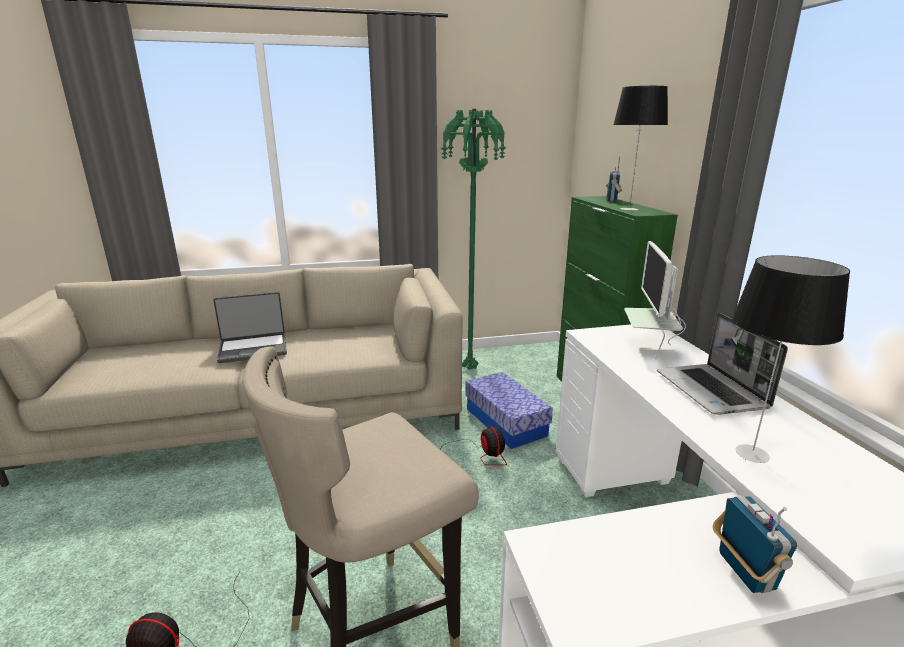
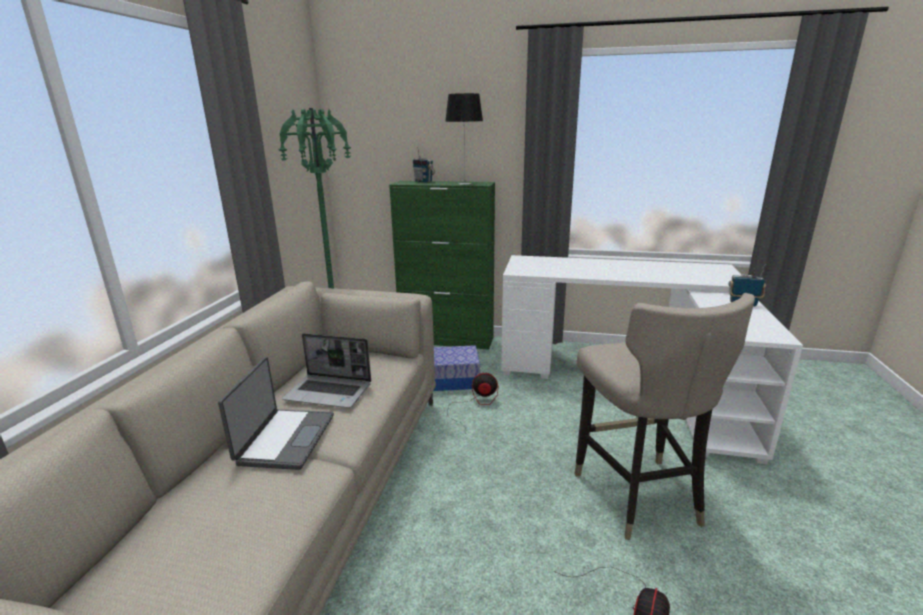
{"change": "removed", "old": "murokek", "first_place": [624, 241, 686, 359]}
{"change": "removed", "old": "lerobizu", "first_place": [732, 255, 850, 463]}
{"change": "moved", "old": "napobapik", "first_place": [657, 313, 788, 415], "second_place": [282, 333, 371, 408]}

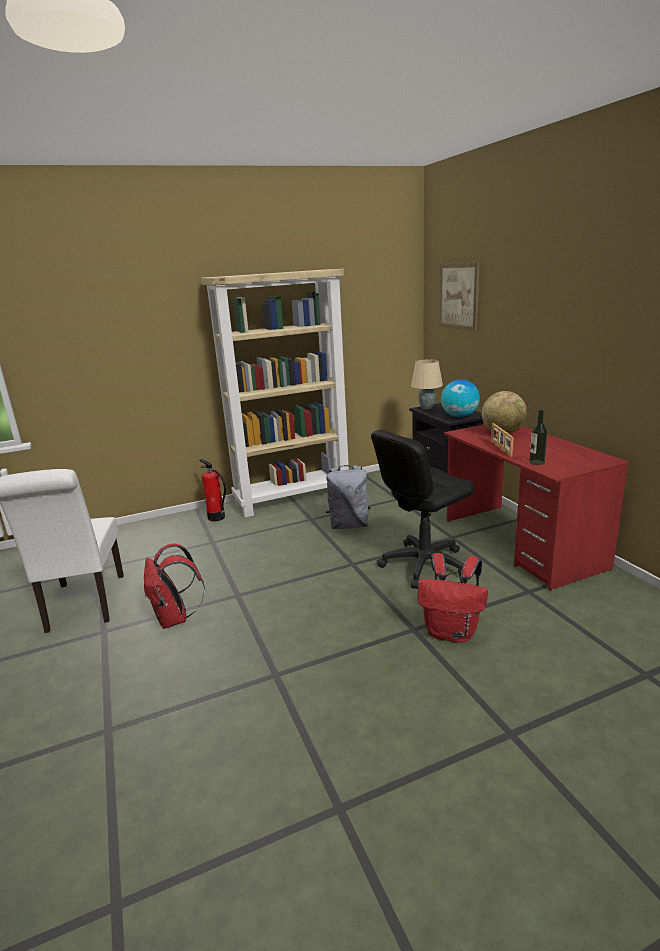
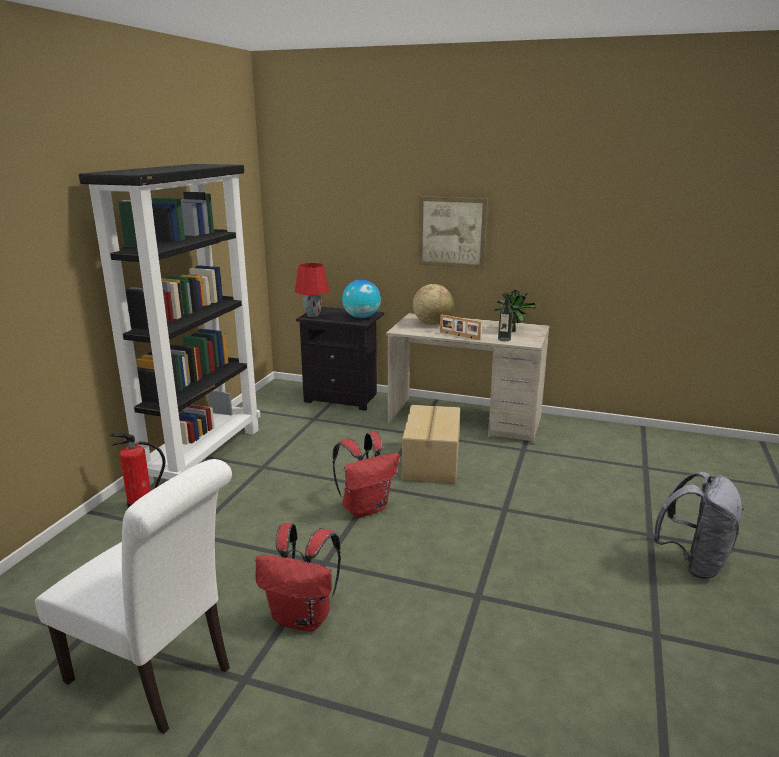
{"change": "added", "new": "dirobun", "second_place": [495, 290, 536, 332]}
{"change": "moved", "old": "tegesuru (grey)", "first_place": [326, 465, 371, 529], "second_place": [652, 472, 744, 579]}
{"change": "moved", "old": "tegesuru (red)", "first_place": [418, 553, 488, 643], "second_place": [333, 432, 399, 518]}
{"change": "moved", "old": "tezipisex", "first_place": [439, 263, 479, 331], "second_place": [418, 196, 488, 269]}
{"change": "replaced", "old": "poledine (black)", "new": "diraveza", "first_place": [371, 430, 475, 589], "second_place": [402, 405, 460, 484]}
{"change": "recoloured", "old": "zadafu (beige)", "new": "zadafu (black)", "first_place": [201, 269, 349, 518], "second_place": [79, 164, 260, 485]}
{"change": "recoloured", "old": "lerobizu (beige)", "new": "lerobizu (red)", "first_place": [411, 360, 443, 409], "second_place": [295, 263, 329, 317]}
{"change": "recoloured", "old": "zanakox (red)", "new": "zanakox (beige)", "first_place": [444, 425, 630, 590], "second_place": [386, 313, 550, 443]}

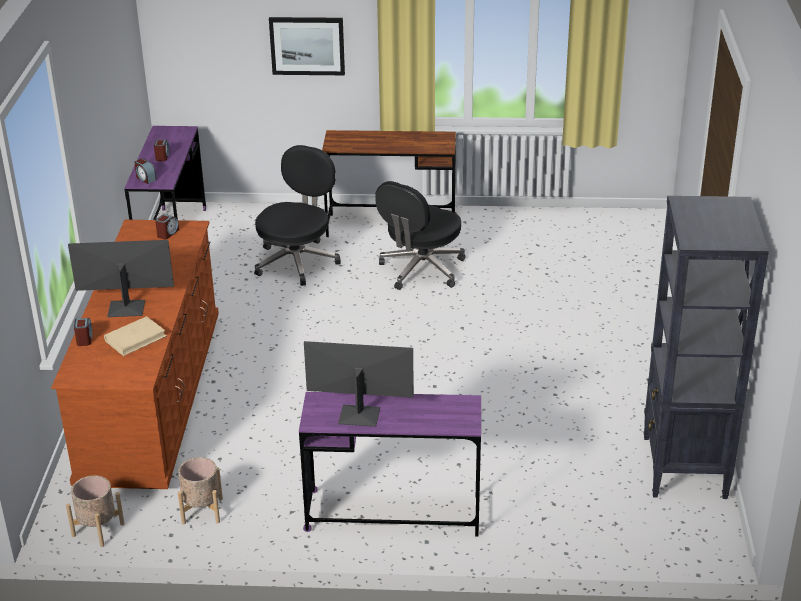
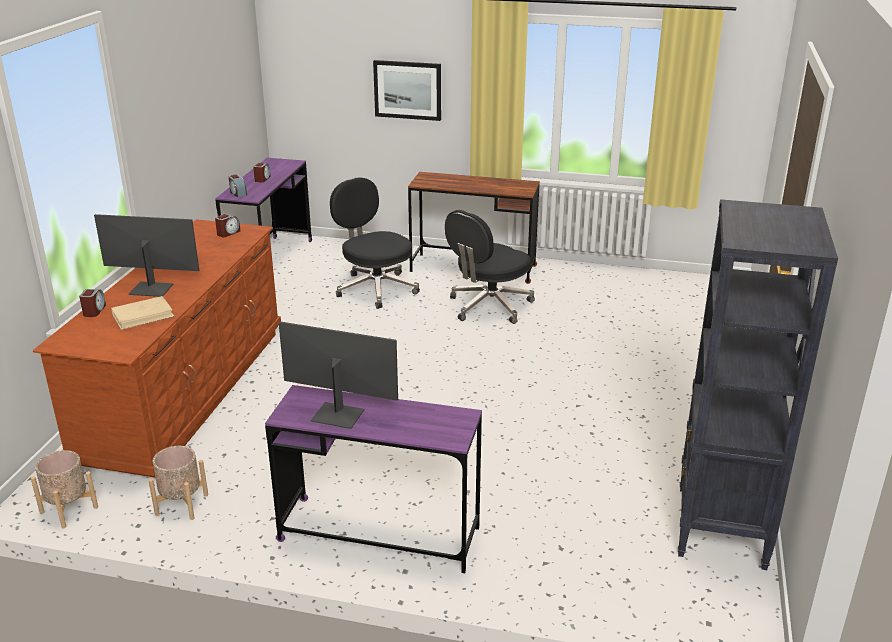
{"change": "turned", "old": "poledine (black)", "first_place": [254, 145, 341, 286], "second_place": [330, 177, 420, 309], "degrees": -75}

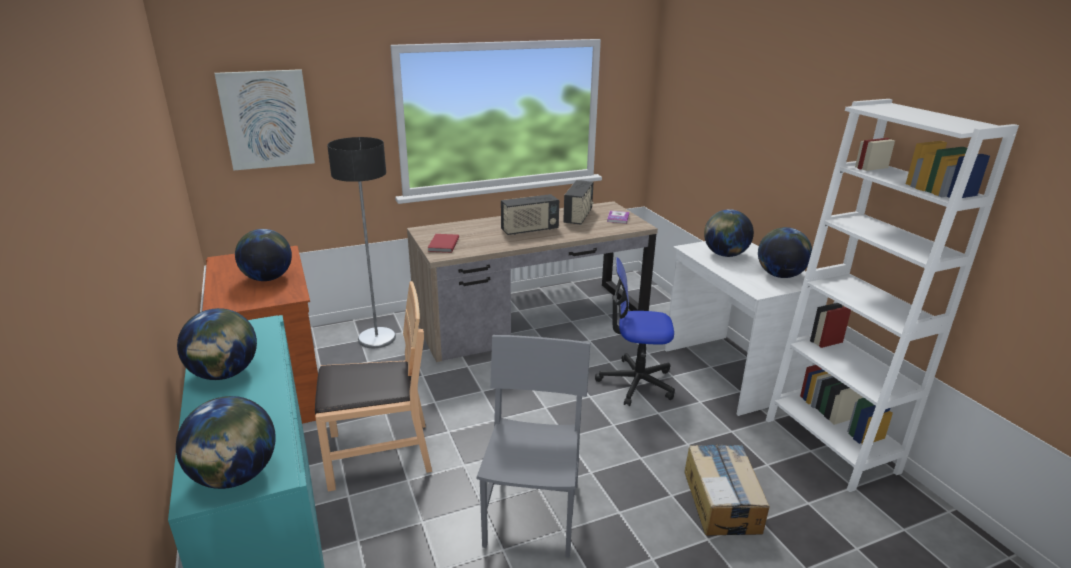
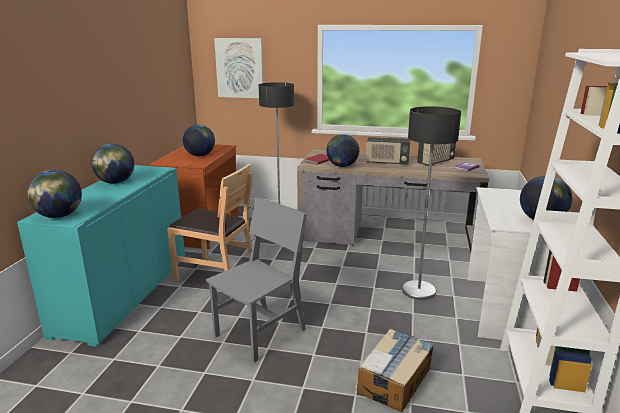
{"change": "moved", "old": "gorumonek", "first_place": [704, 209, 754, 257], "second_place": [326, 134, 359, 167]}
{"change": "replaced", "old": "poledine", "new": "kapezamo", "first_place": [595, 257, 675, 406], "second_place": [402, 106, 461, 300]}

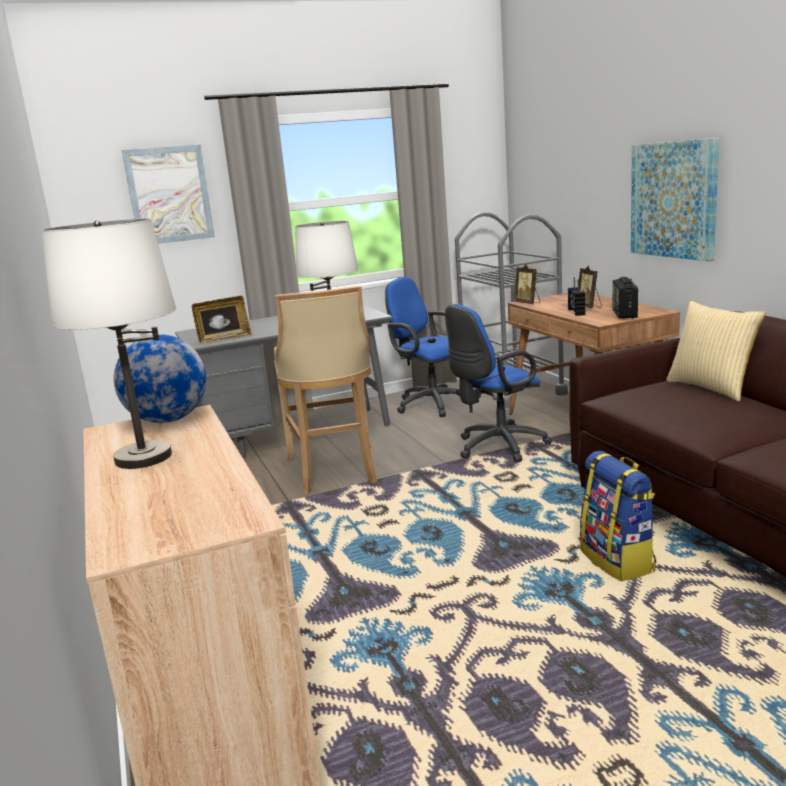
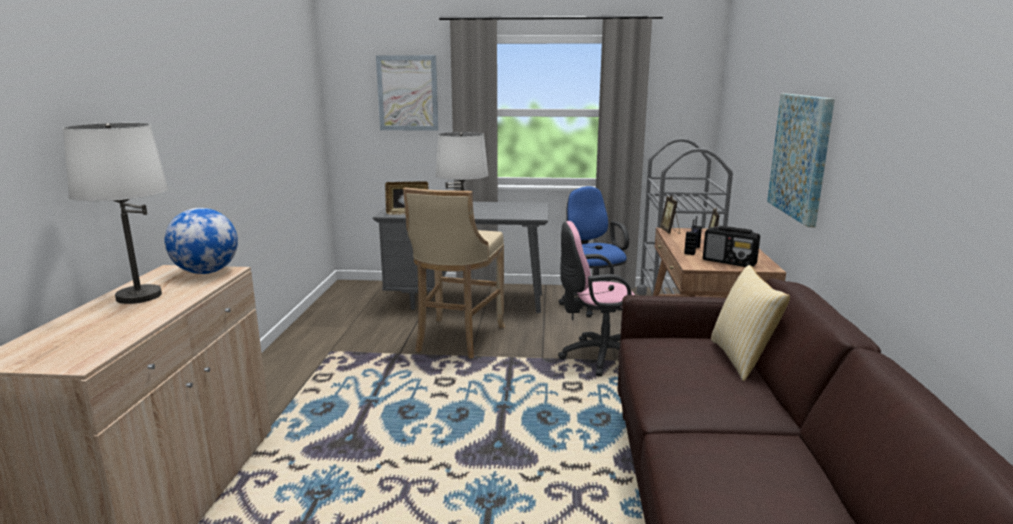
{"change": "removed", "old": "tegesuru", "first_place": [580, 451, 656, 581]}
{"change": "recoloured", "old": "poledine (blue)", "new": "poledine (pink)", "first_place": [445, 304, 552, 462], "second_place": [558, 221, 635, 376]}
{"change": "turned", "old": "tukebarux", "first_place": [613, 277, 638, 319], "second_place": [703, 226, 760, 267], "degrees": -90}

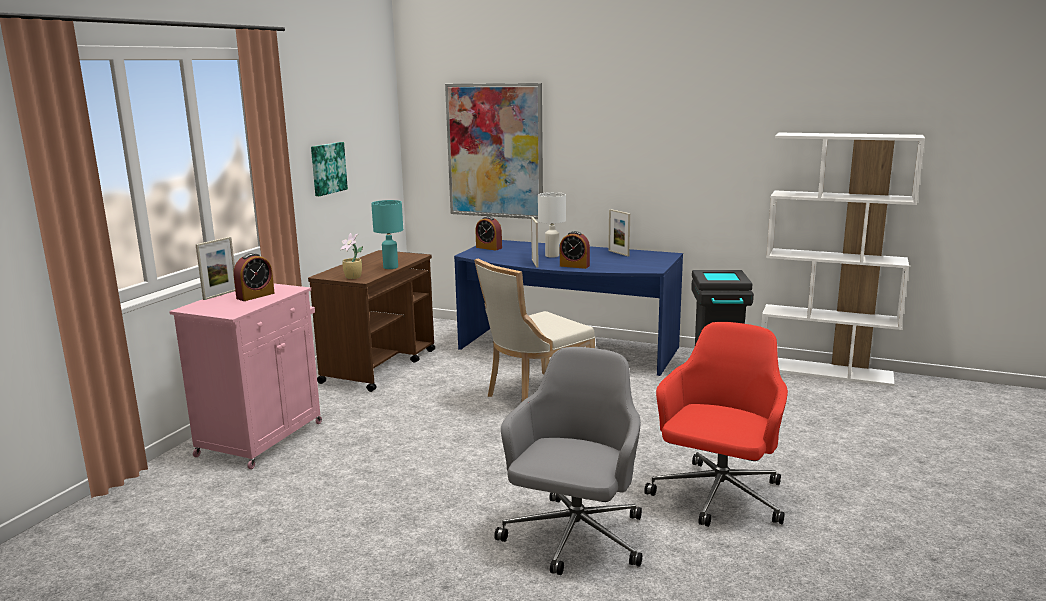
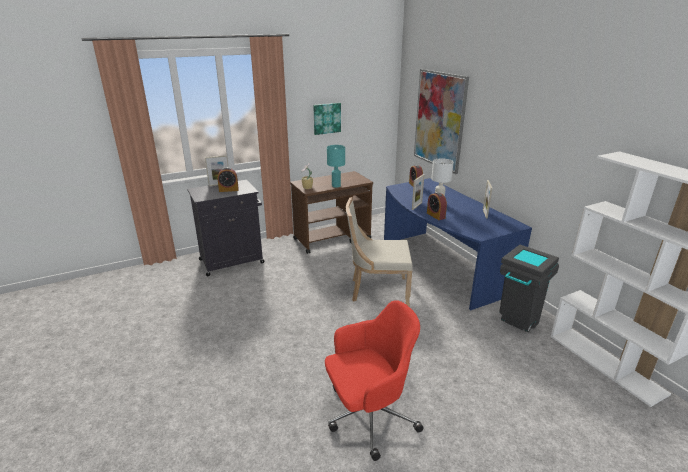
{"change": "removed", "old": "poledine (grey)", "first_place": [494, 347, 642, 575]}
{"change": "recoloured", "old": "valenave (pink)", "new": "valenave (black)", "first_place": [169, 284, 322, 469], "second_place": [187, 180, 264, 276]}

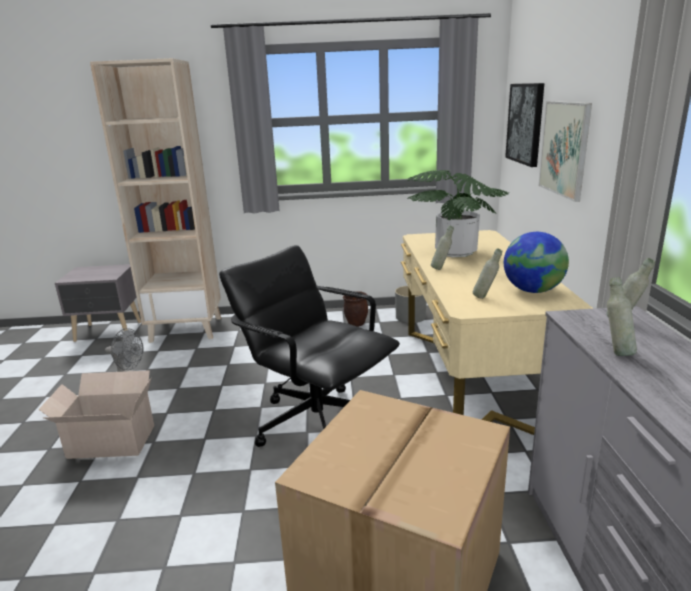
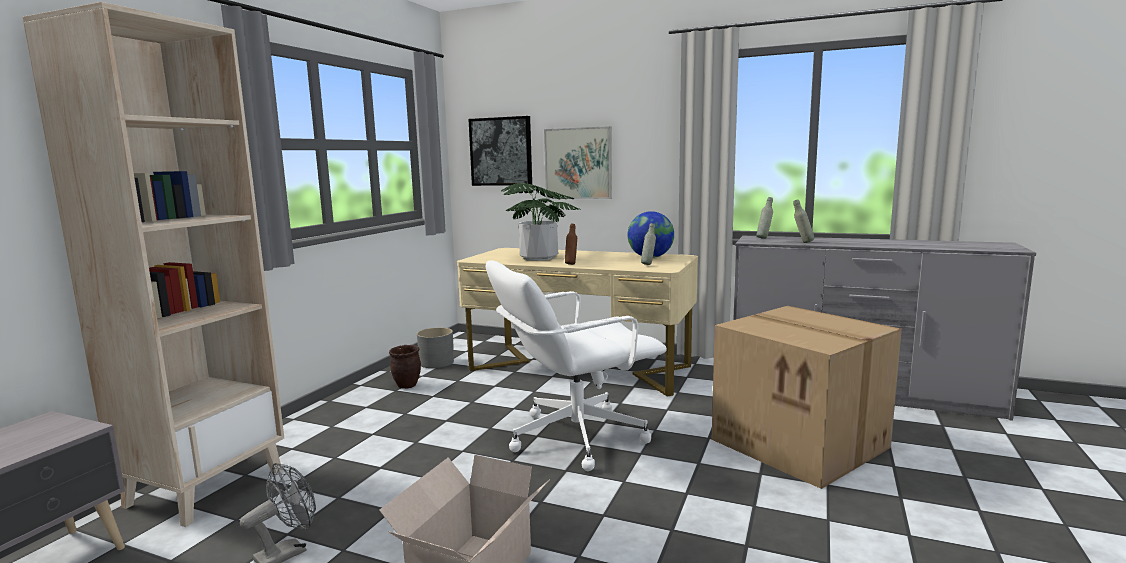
{"change": "recoloured", "old": "poledine (black)", "new": "poledine (white)", "first_place": [219, 245, 400, 447], "second_place": [486, 260, 667, 471]}
{"change": "recoloured", "old": "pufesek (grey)", "new": "pufesek (brown)", "first_place": [431, 225, 454, 270], "second_place": [565, 224, 577, 265]}

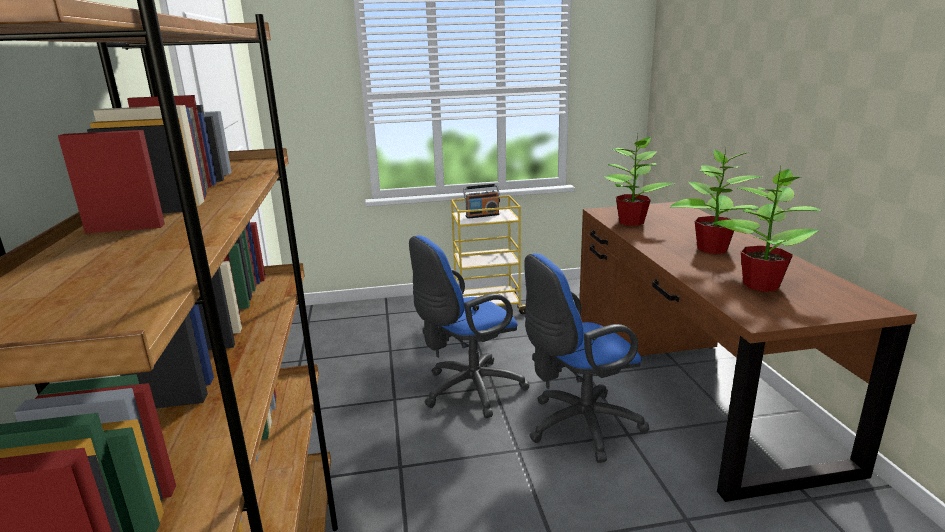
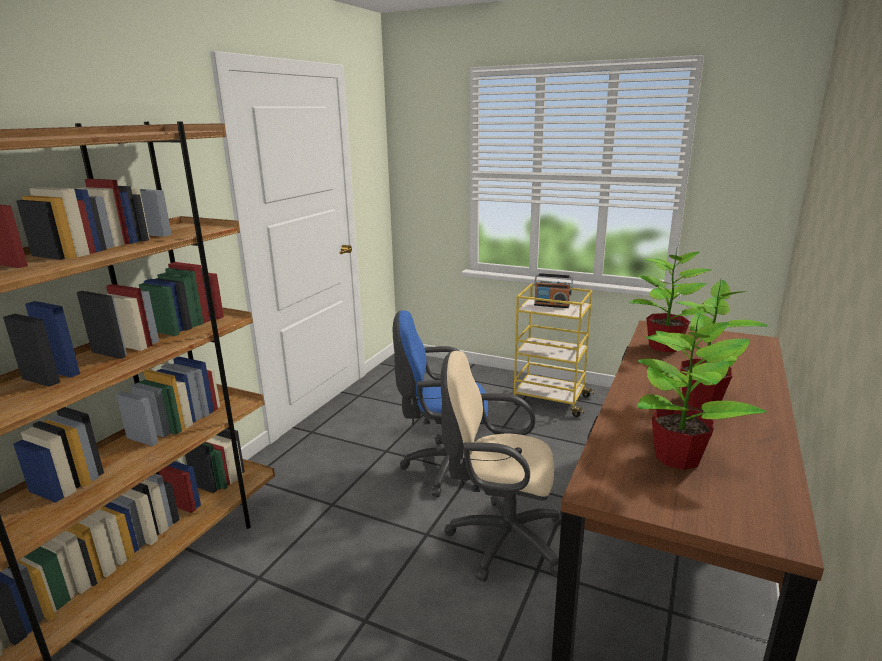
{"change": "recoloured", "old": "poledine (blue)", "new": "poledine (beige)", "first_place": [524, 253, 649, 463], "second_place": [441, 351, 562, 582]}

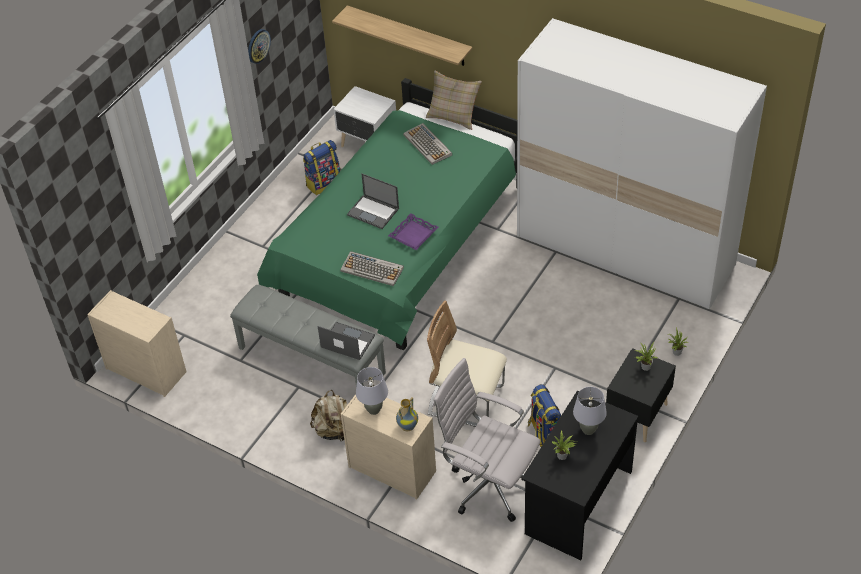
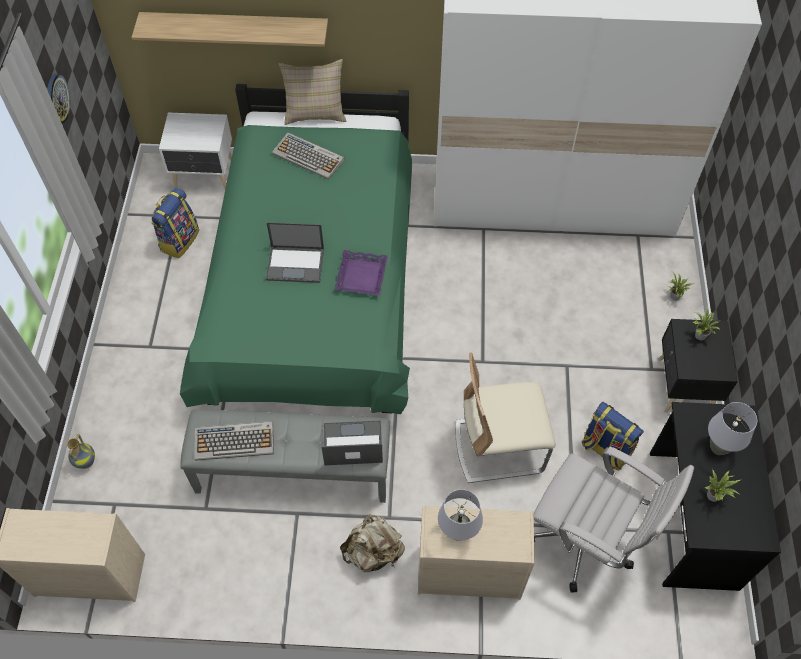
{"change": "moved", "old": "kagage", "first_place": [340, 251, 404, 286], "second_place": [194, 421, 274, 461]}
{"change": "moved", "old": "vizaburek", "first_place": [396, 397, 418, 431], "second_place": [67, 434, 95, 469]}
{"change": "turned", "old": "poledine (white)", "first_place": [433, 358, 540, 522], "second_place": [534, 447, 694, 593], "degrees": -150}

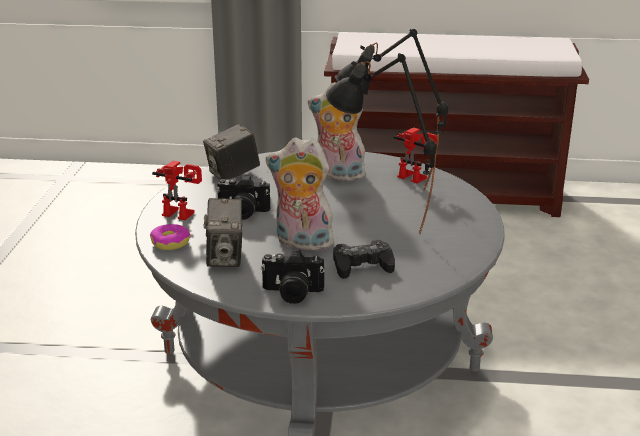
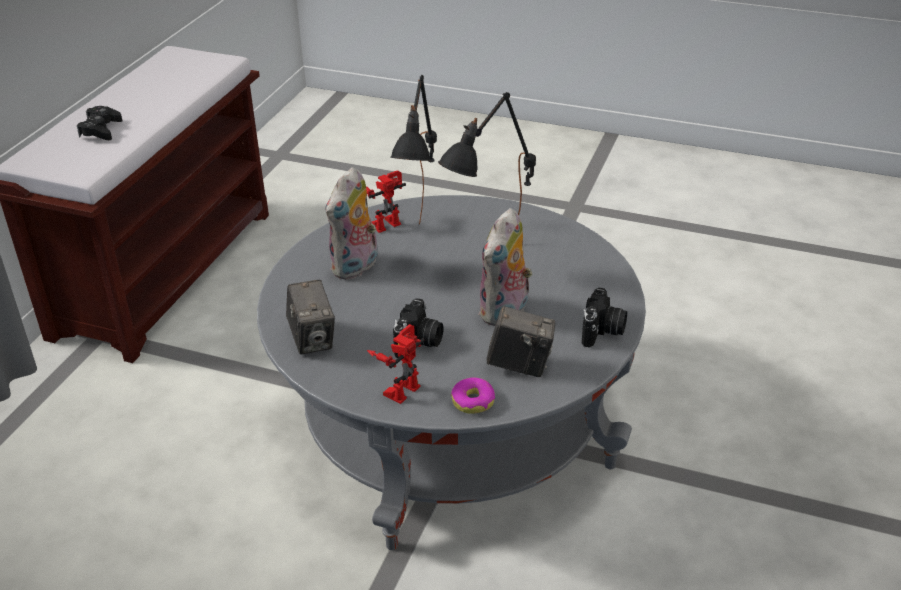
{"change": "moved", "old": "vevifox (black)", "first_place": [333, 240, 395, 279], "second_place": [77, 106, 123, 140]}

